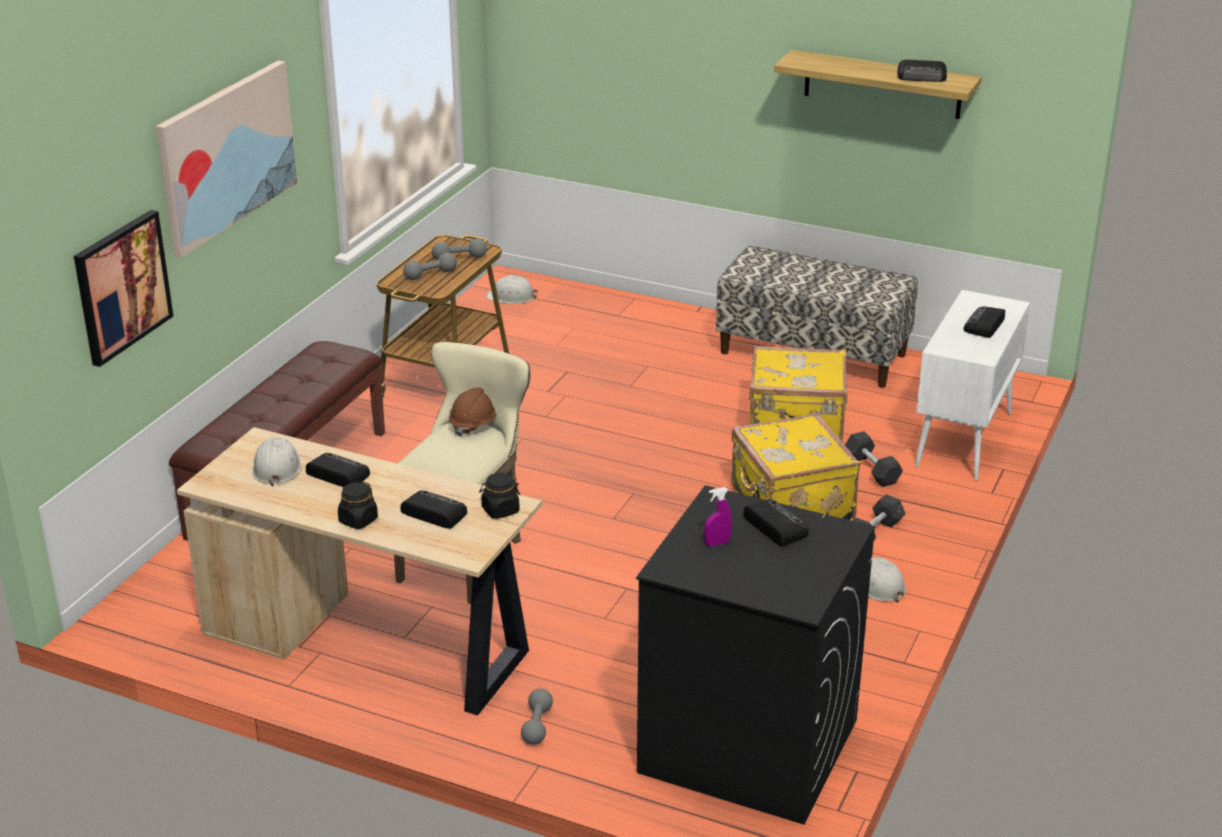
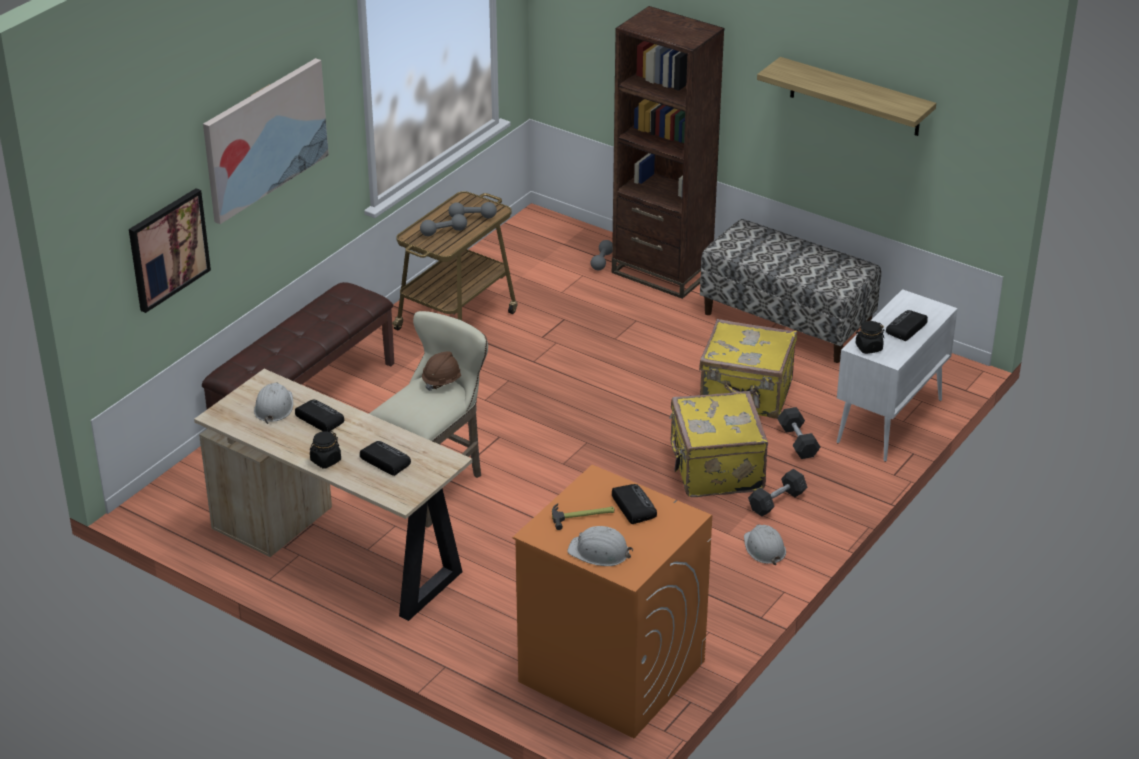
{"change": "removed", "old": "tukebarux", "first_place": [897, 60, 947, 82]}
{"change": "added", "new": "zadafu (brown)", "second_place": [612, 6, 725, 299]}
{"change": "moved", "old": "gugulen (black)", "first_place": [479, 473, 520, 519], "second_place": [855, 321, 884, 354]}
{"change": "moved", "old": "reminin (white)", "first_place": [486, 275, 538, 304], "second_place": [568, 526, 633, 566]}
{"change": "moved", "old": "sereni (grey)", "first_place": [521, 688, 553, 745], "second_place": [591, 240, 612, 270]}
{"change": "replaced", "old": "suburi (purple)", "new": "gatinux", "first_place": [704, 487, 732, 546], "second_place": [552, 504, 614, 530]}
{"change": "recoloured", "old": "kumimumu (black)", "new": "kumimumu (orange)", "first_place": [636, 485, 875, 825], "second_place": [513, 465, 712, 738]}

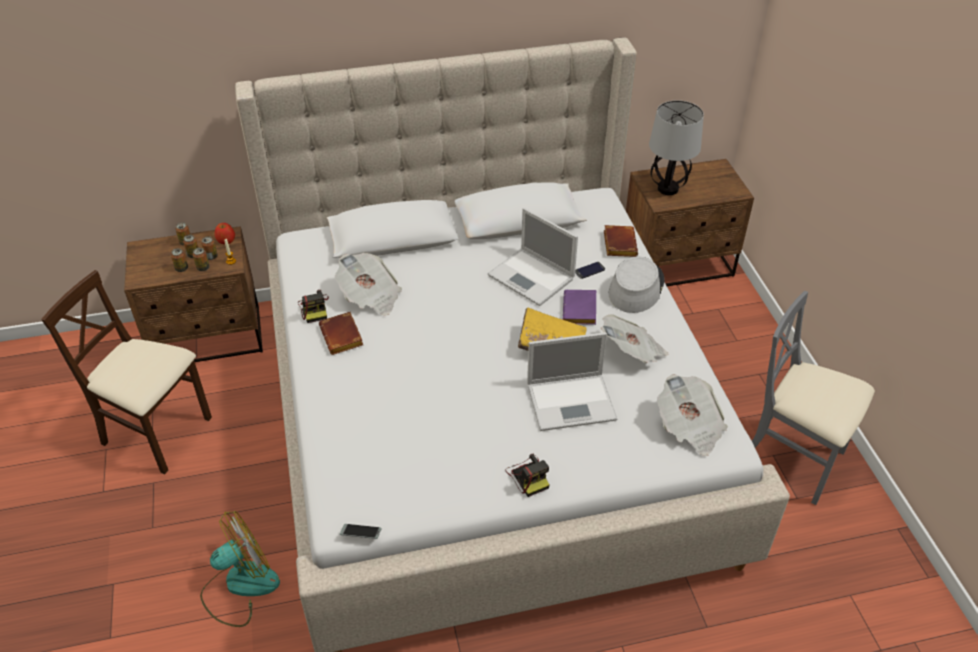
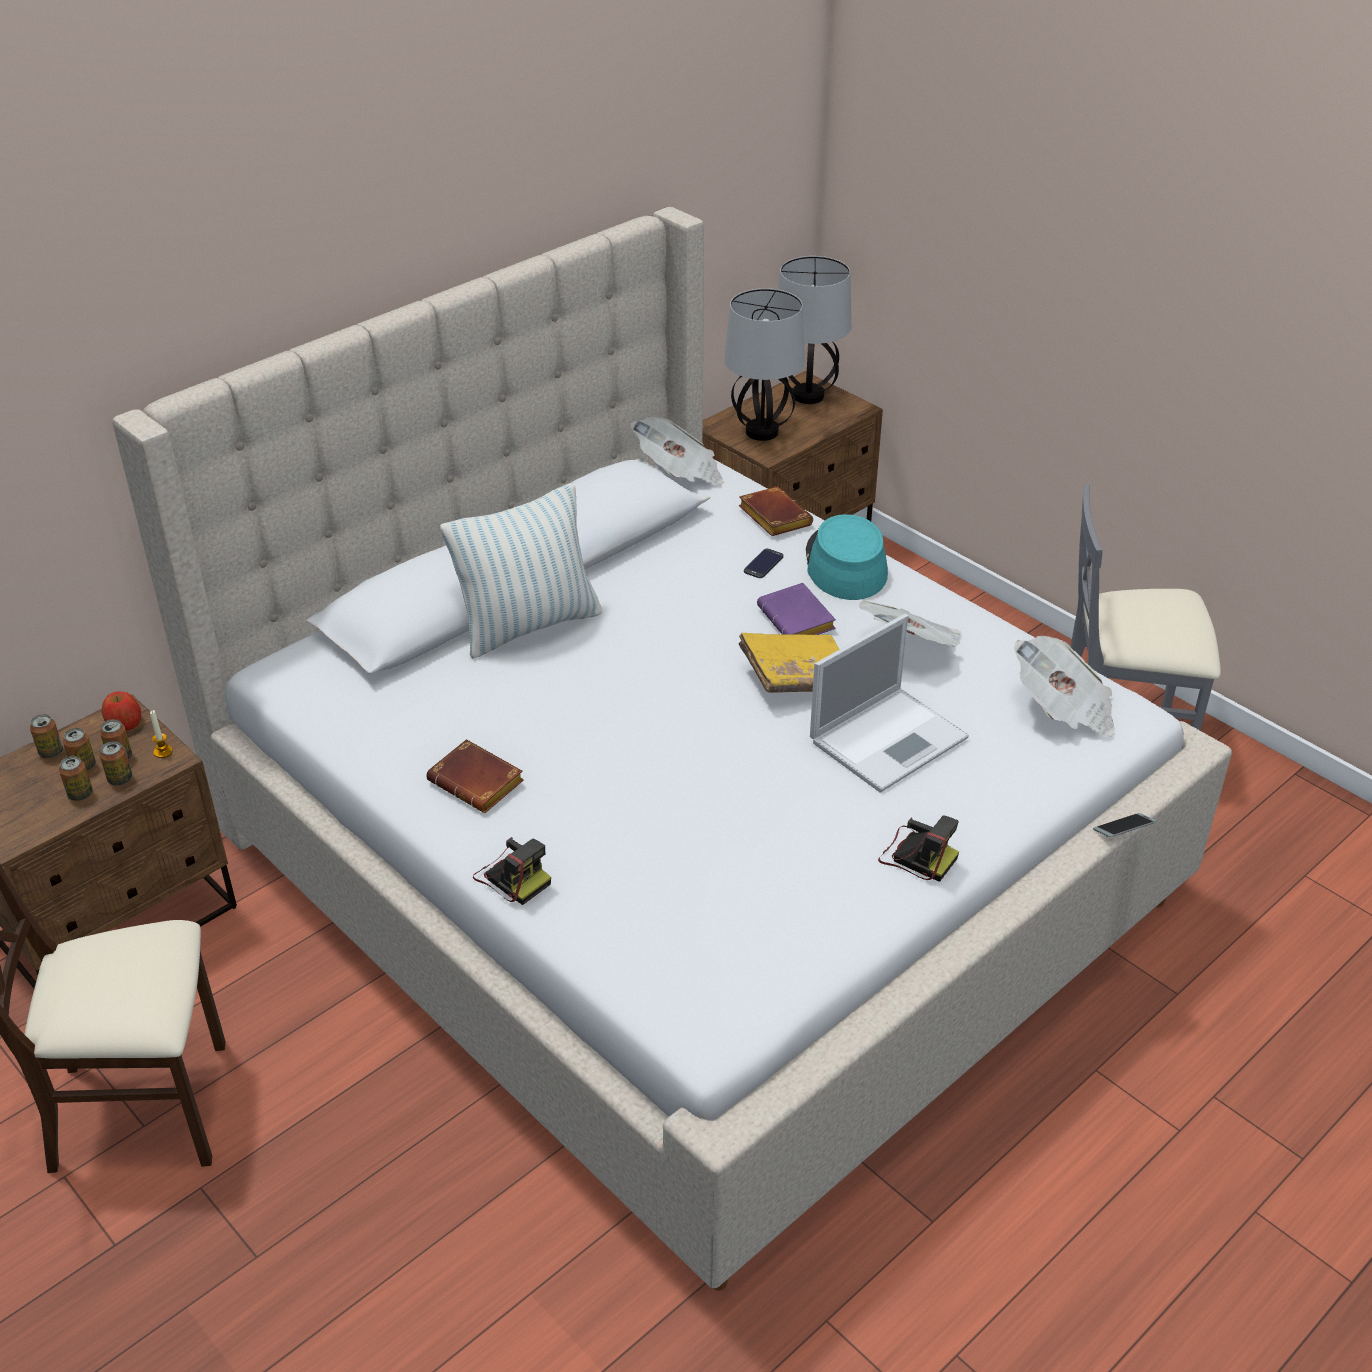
{"change": "removed", "old": "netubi", "first_place": [200, 511, 280, 627]}
{"change": "removed", "old": "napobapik", "first_place": [488, 208, 578, 306]}
{"change": "added", "new": "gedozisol", "second_place": [440, 483, 602, 659]}
{"change": "added", "new": "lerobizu", "second_place": [778, 256, 851, 404]}
{"change": "moved", "old": "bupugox", "first_place": [298, 290, 329, 323], "second_place": [473, 837, 551, 905]}
{"change": "moved", "old": "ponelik", "first_place": [335, 253, 402, 316], "second_place": [631, 417, 724, 485]}
{"change": "moved", "old": "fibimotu", "first_place": [340, 524, 382, 539], "second_place": [1093, 813, 1156, 837]}
{"change": "recoloured", "old": "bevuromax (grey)", "new": "bevuromax (turquoise)", "first_place": [609, 257, 664, 313], "second_place": [806, 514, 888, 600]}

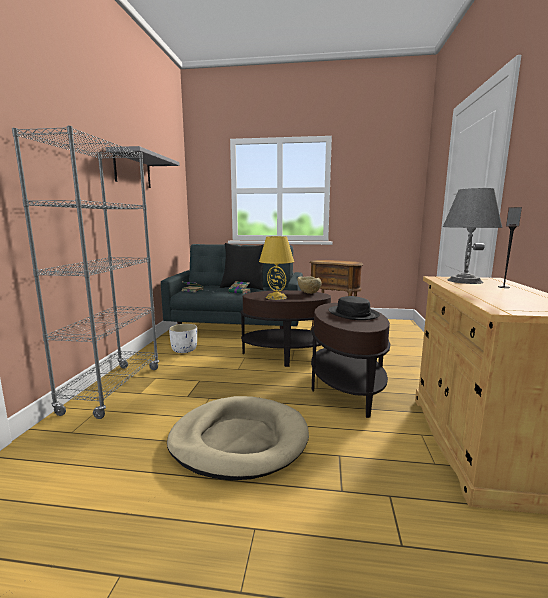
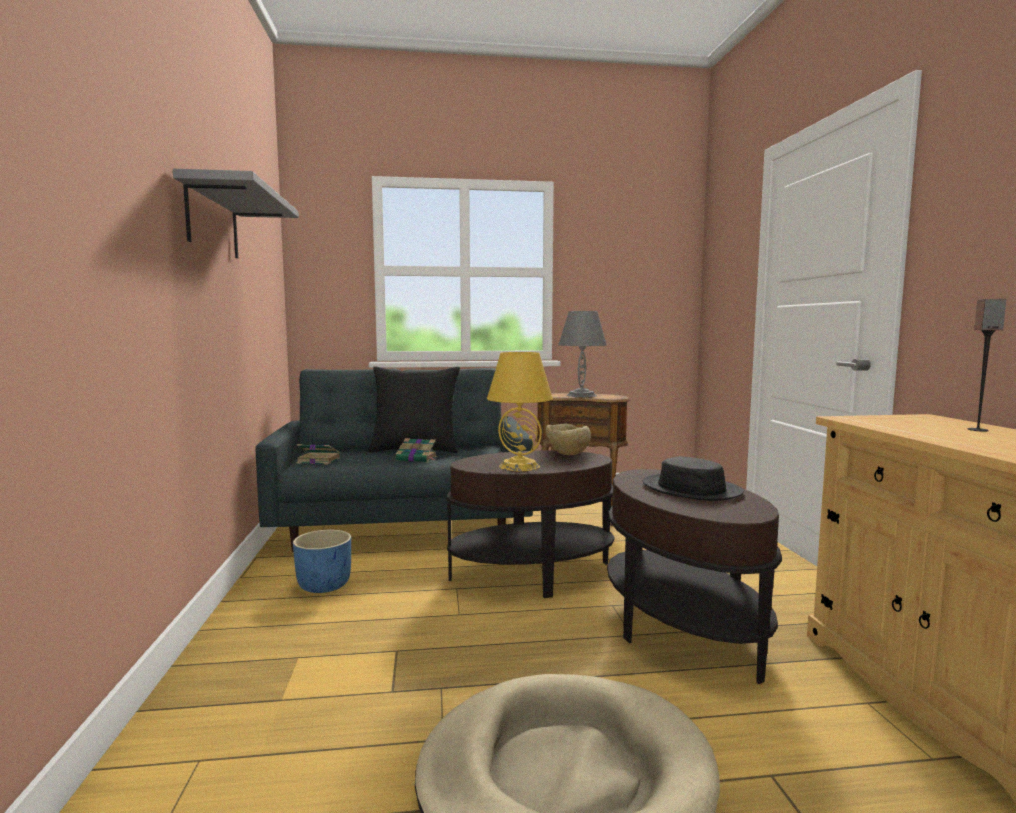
{"change": "removed", "old": "zadafu (grey)", "first_place": [12, 126, 159, 419]}
{"change": "moved", "old": "lerobizu (grey)", "first_place": [443, 188, 502, 284], "second_place": [558, 311, 607, 397]}
{"change": "recoloured", "old": "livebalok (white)", "new": "livebalok (blue)", "first_place": [169, 324, 197, 353], "second_place": [293, 530, 351, 593]}

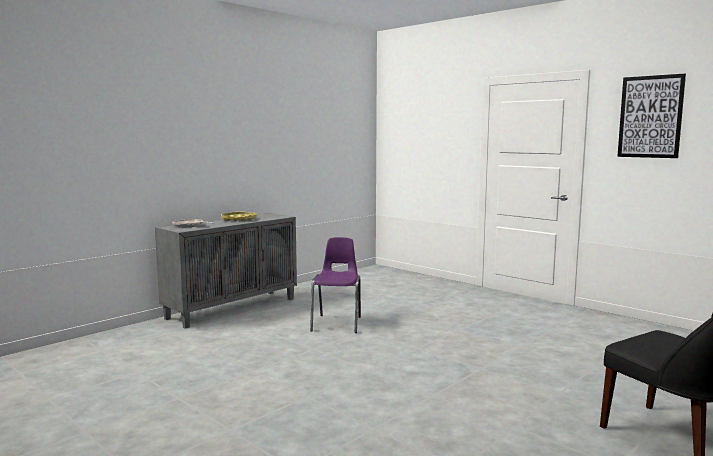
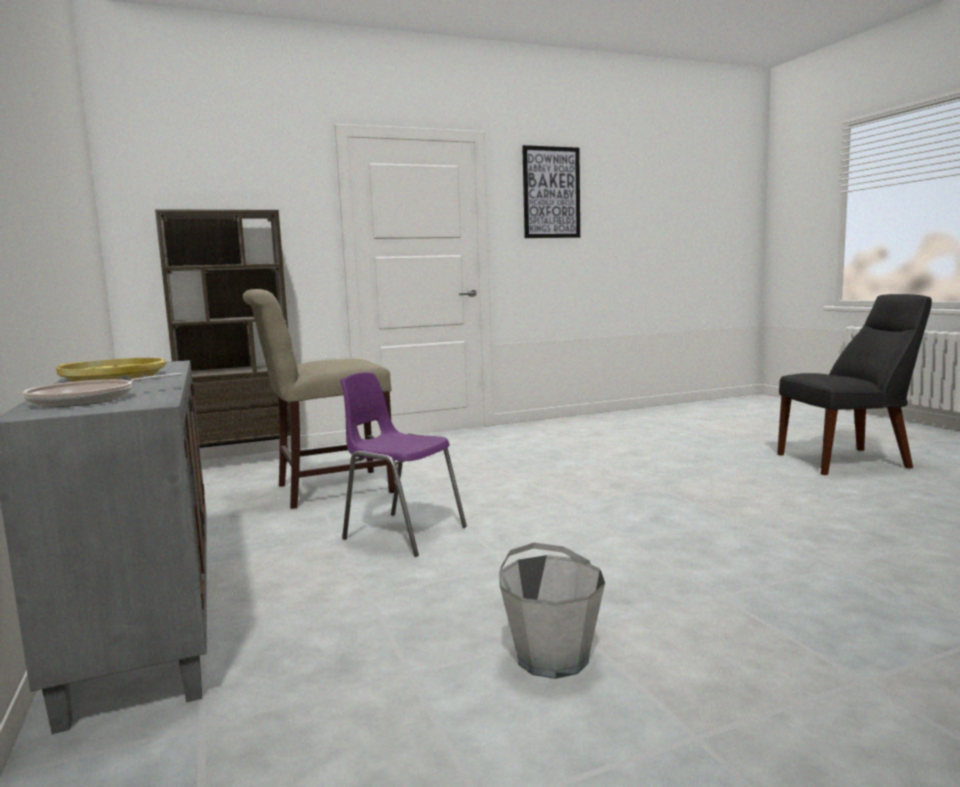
{"change": "added", "new": "zadafu (brown)", "second_place": [155, 209, 291, 462]}
{"change": "added", "new": "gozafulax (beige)", "second_place": [243, 289, 395, 509]}
{"change": "added", "new": "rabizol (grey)", "second_place": [499, 543, 605, 679]}

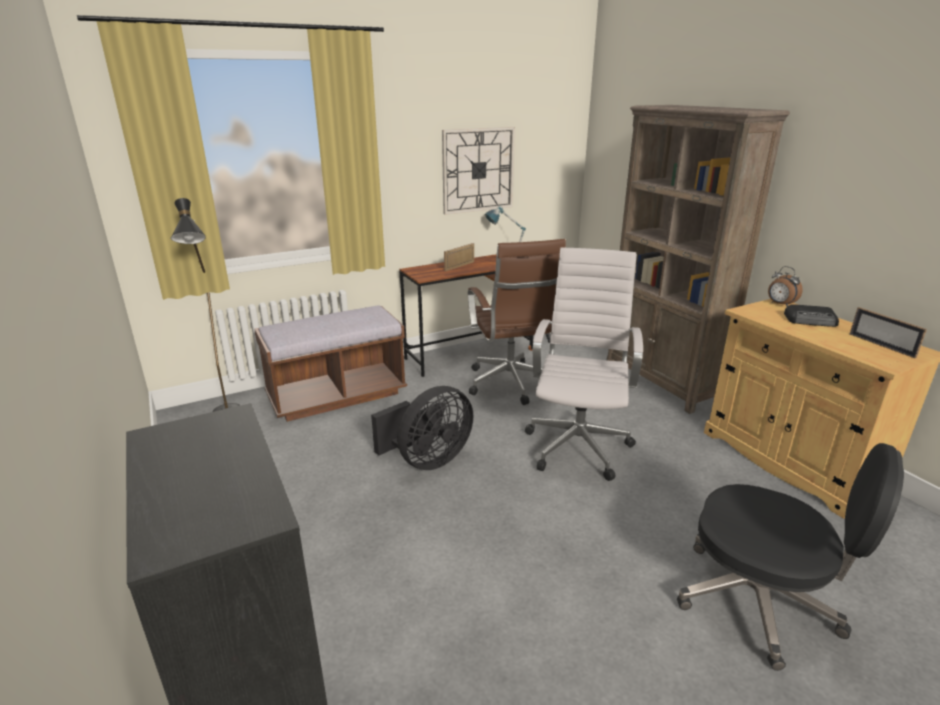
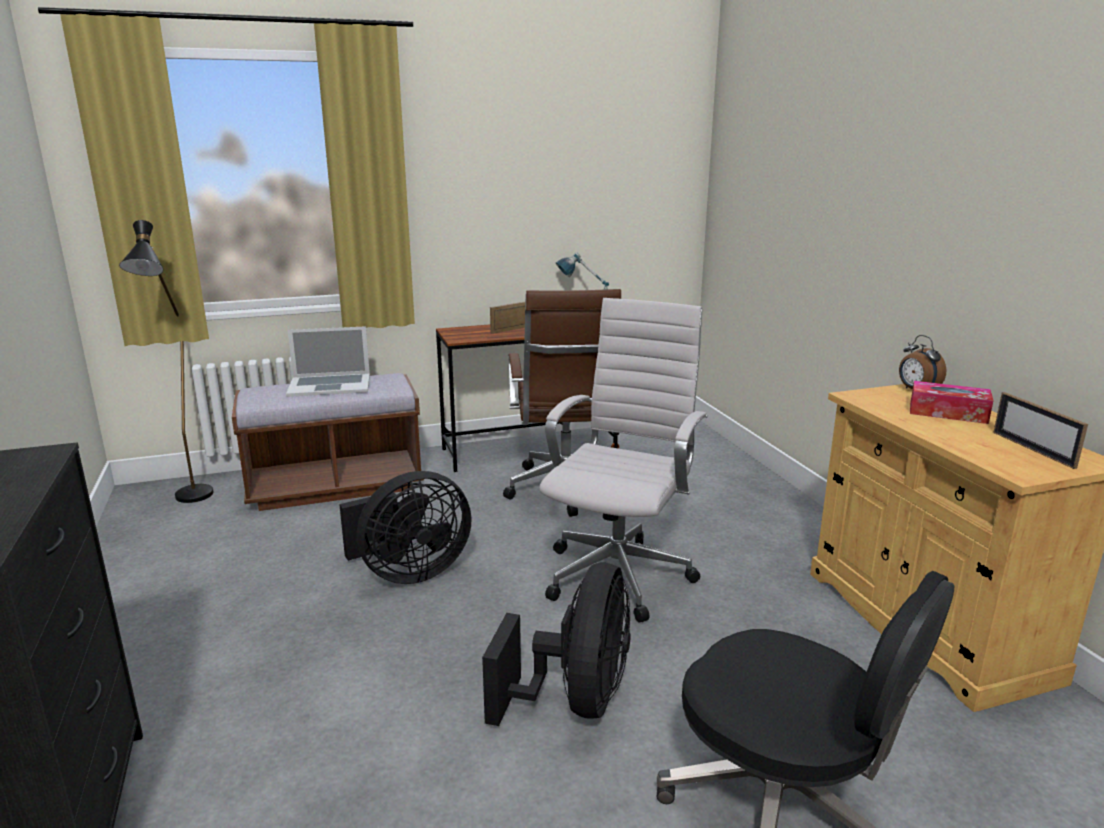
{"change": "removed", "old": "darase", "first_place": [442, 127, 515, 215]}
{"change": "removed", "old": "zadafu (brown)", "first_place": [607, 105, 790, 414]}
{"change": "added", "new": "napobapik", "second_place": [286, 326, 370, 397]}
{"change": "added", "new": "netubi (black)", "second_place": [482, 563, 631, 726]}
{"change": "replaced", "old": "tukebarux", "new": "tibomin", "first_place": [784, 304, 839, 327], "second_place": [910, 381, 994, 424]}

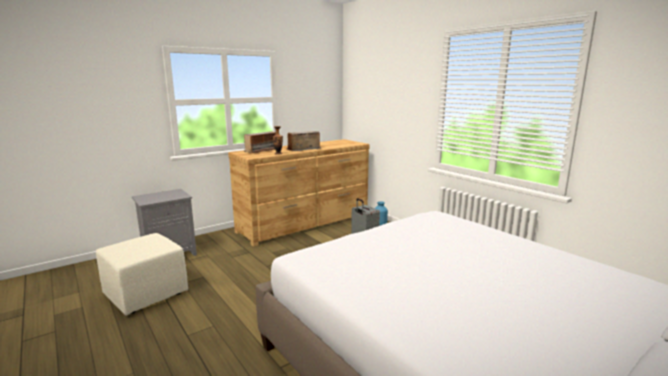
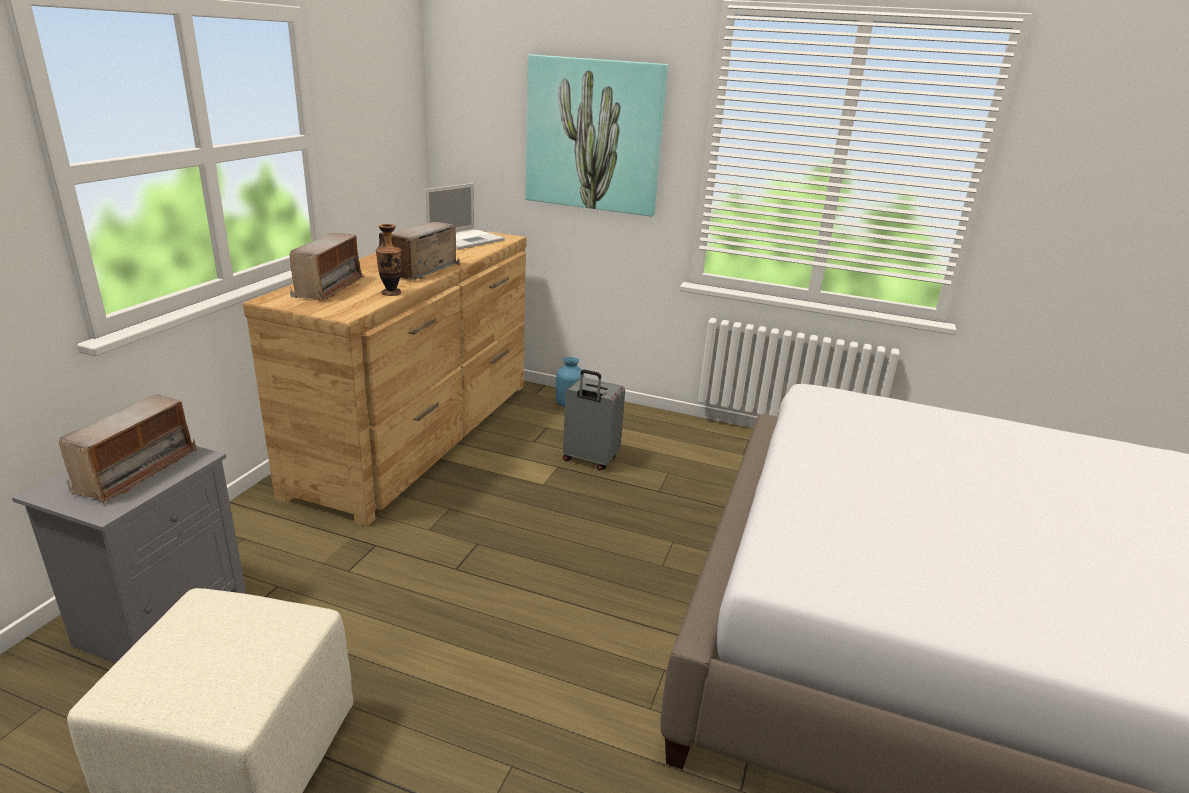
{"change": "added", "new": "tukebarux", "second_place": [59, 395, 196, 503]}
{"change": "added", "new": "napobapik", "second_place": [424, 183, 505, 250]}
{"change": "added", "new": "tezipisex", "second_place": [526, 55, 668, 216]}

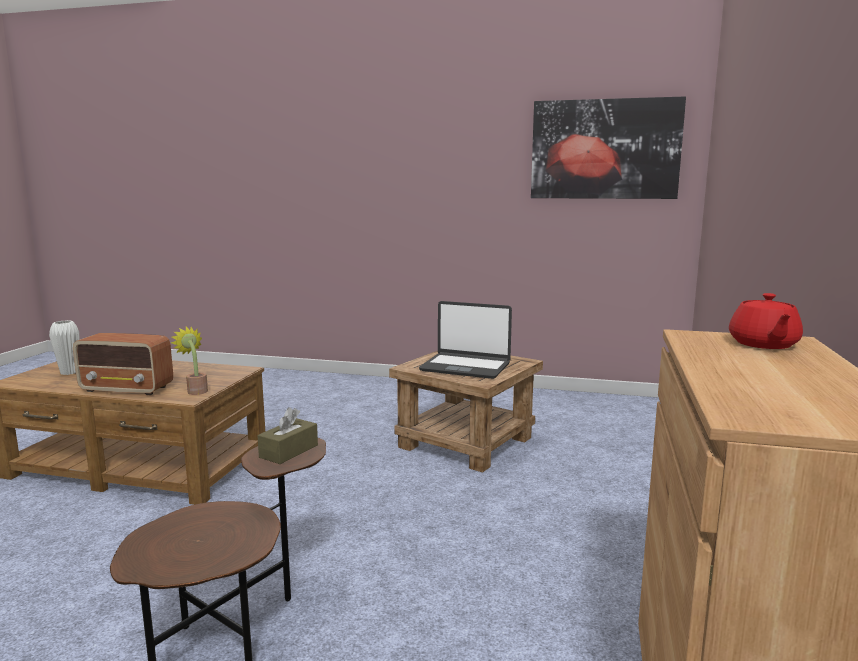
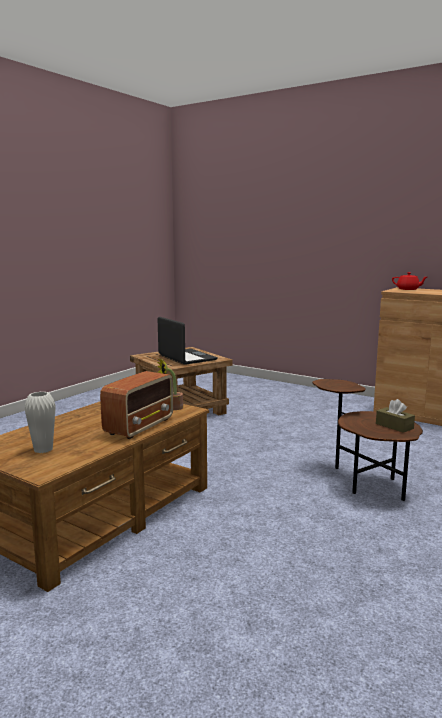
{"change": "removed", "old": "tezipisex", "first_place": [531, 96, 686, 199]}
{"change": "moved", "old": "tibomin (brown)", "first_place": [257, 407, 318, 464], "second_place": [376, 399, 415, 433]}
{"change": "turned", "old": "napobapik", "first_place": [419, 301, 512, 379], "second_place": [158, 317, 218, 365], "degrees": -75}

